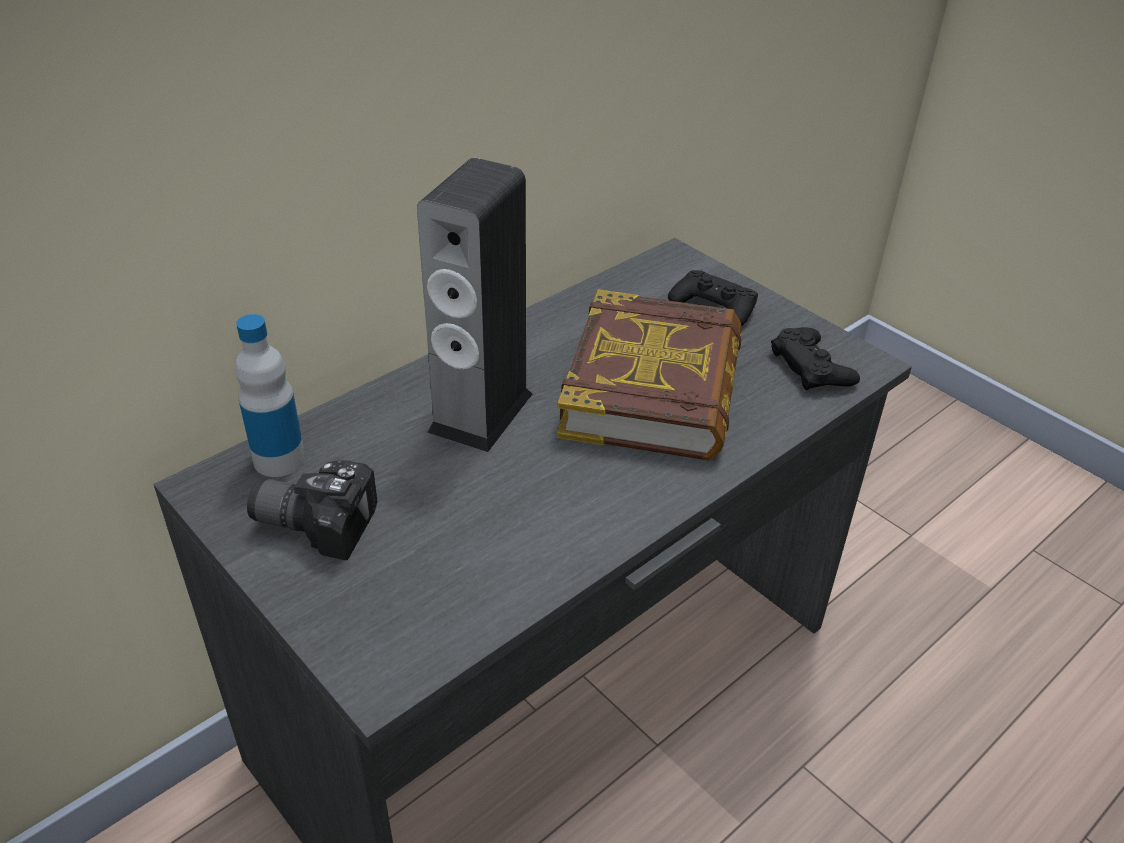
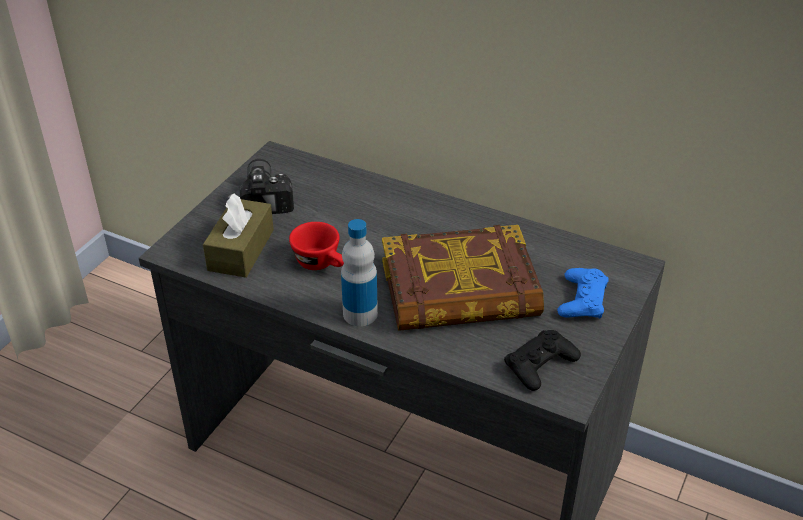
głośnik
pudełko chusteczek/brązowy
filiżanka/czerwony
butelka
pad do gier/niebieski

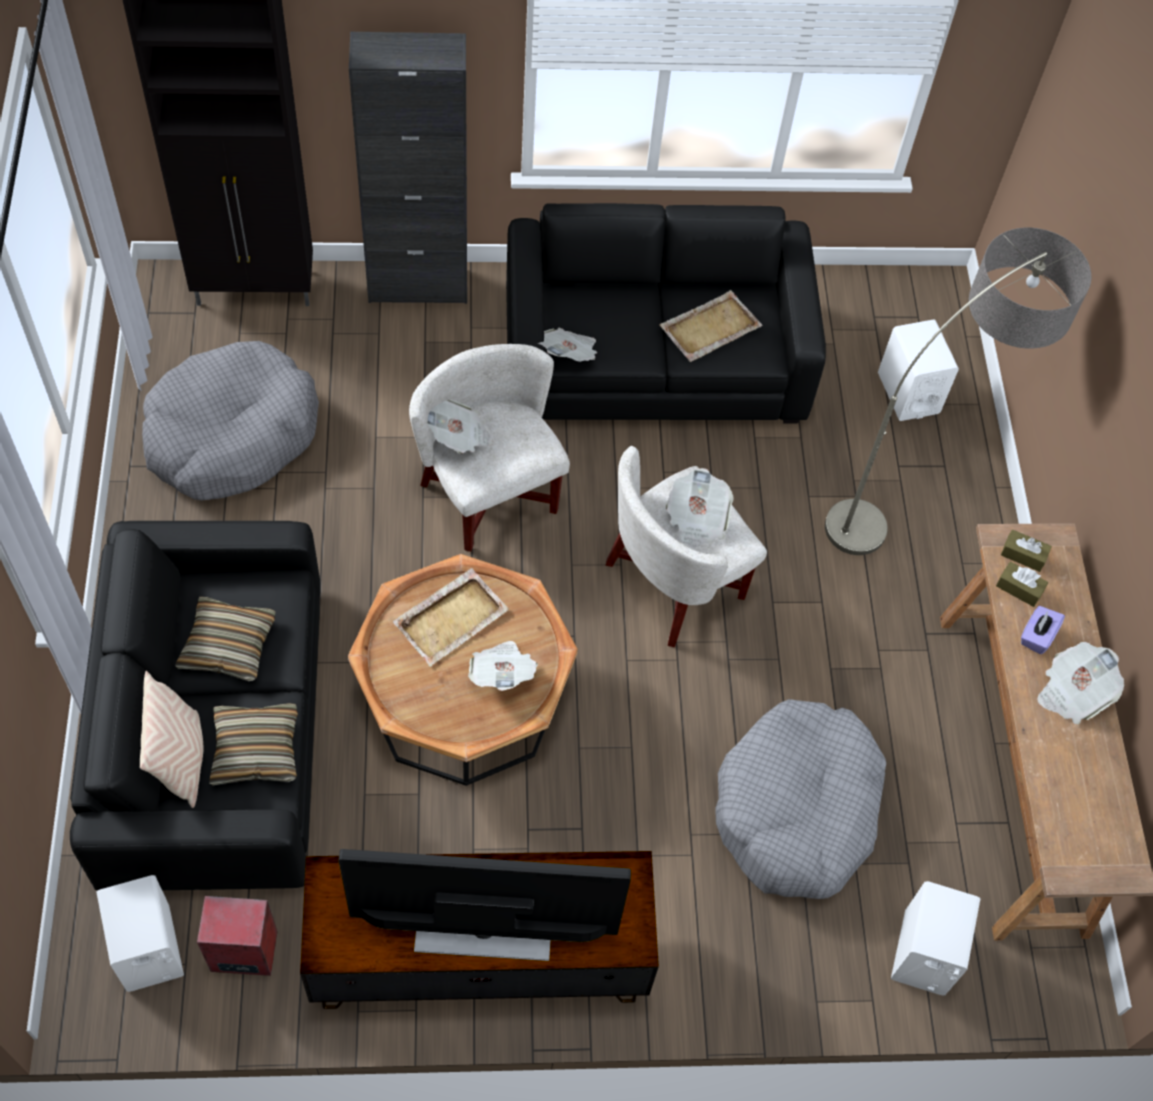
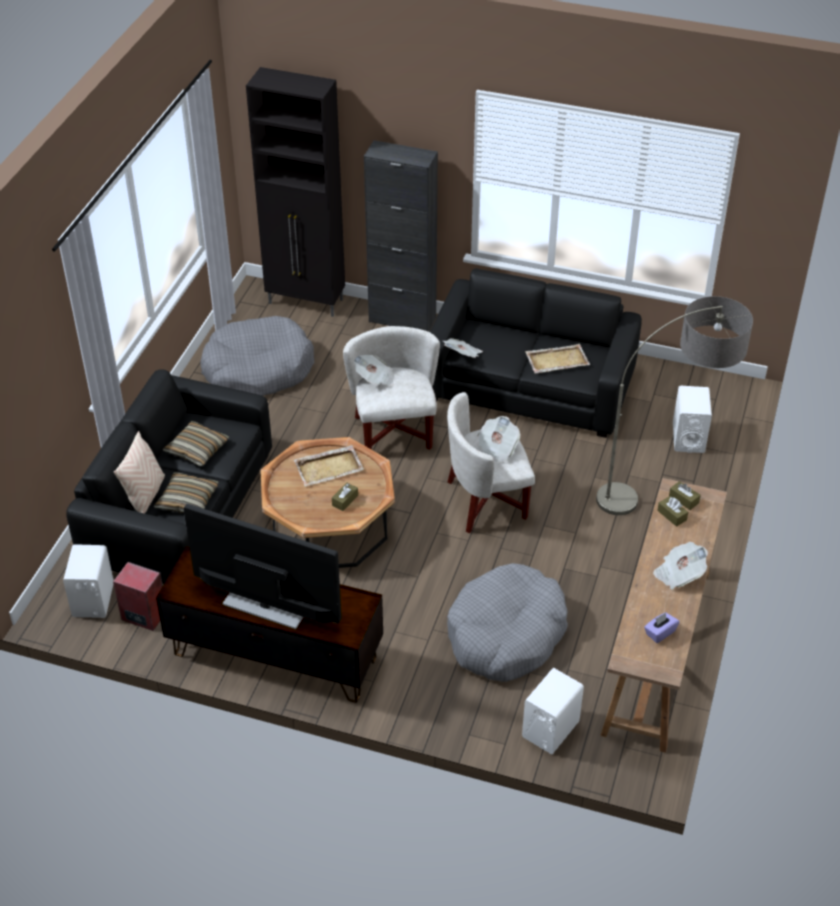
pudełko chusteczek/fioletowy
pudełko chusteczek/brązowy (no. 1 from left)

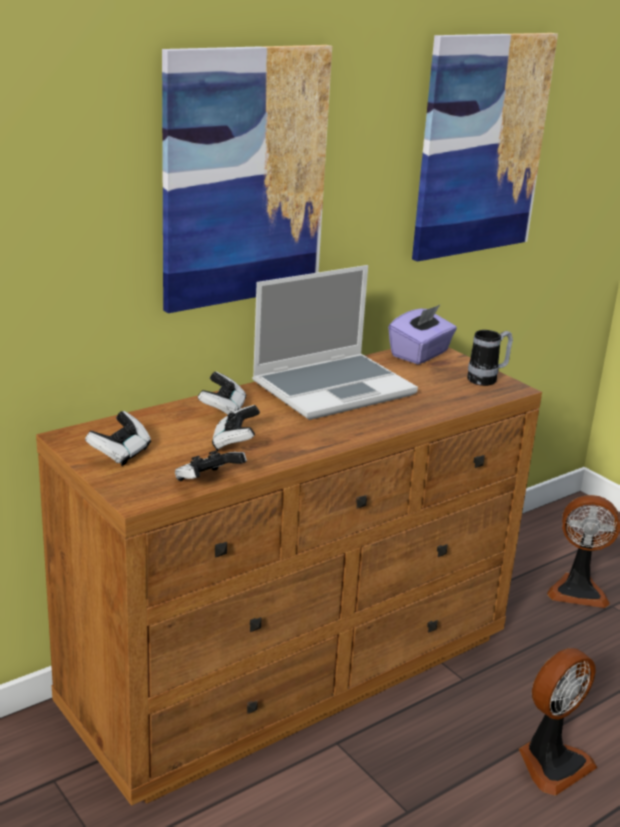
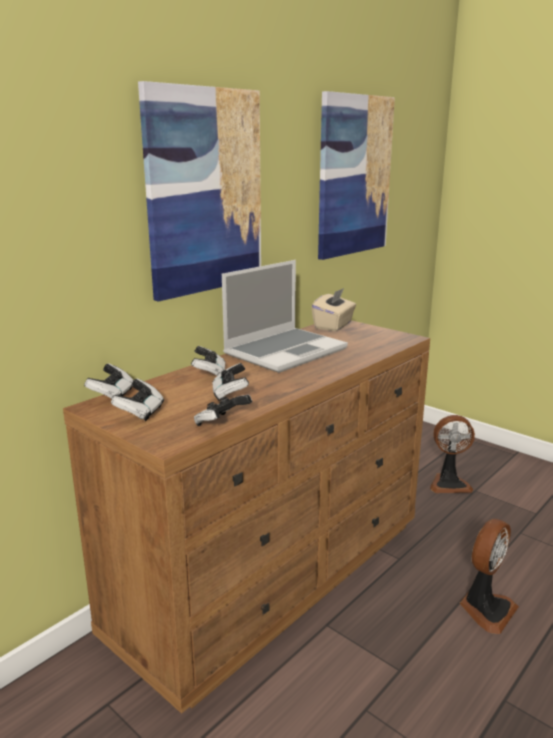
kubek
pad do gier (no. 1 from left)
pudełko chusteczek/beżowy

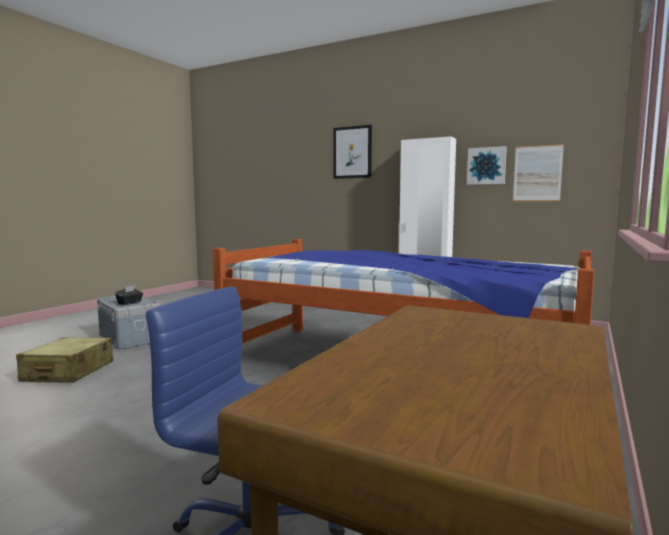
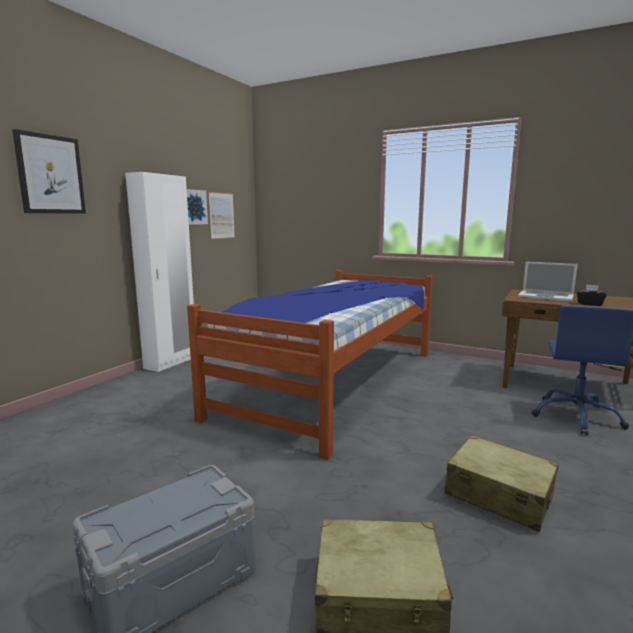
walizka/beżowy (no. 2 from left)
laptop
pudełko chusteczek/czarny

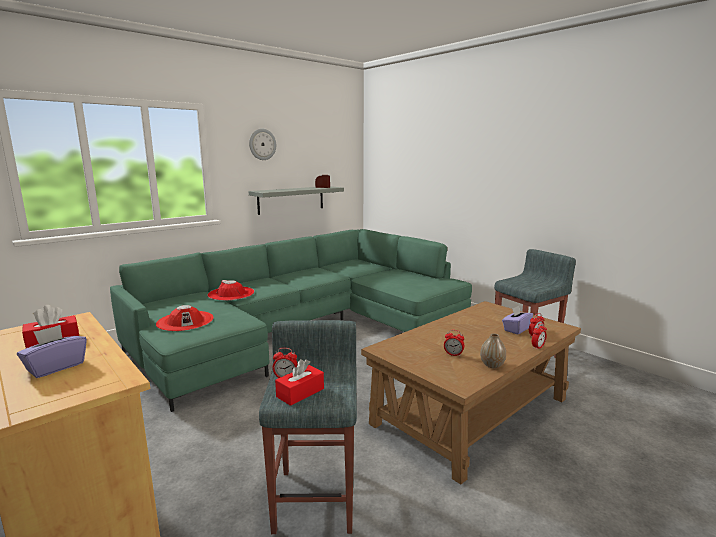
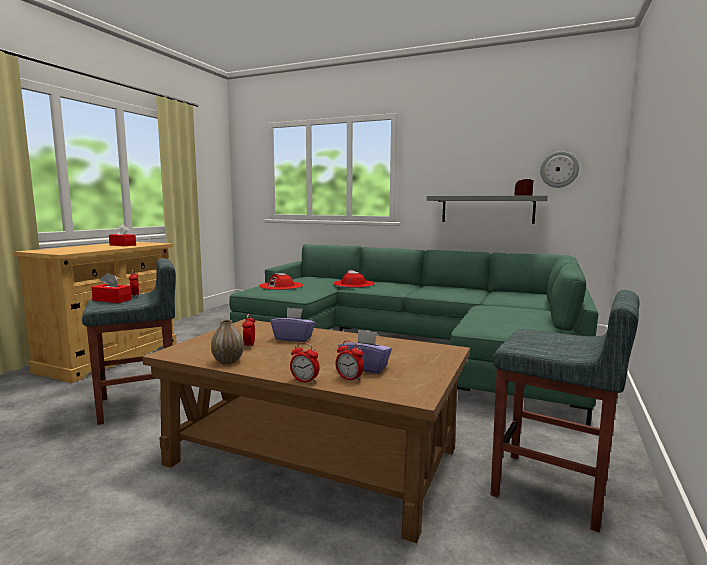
pudełko chusteczek/fioletowy (no. 1 from left)
zegar ścienny

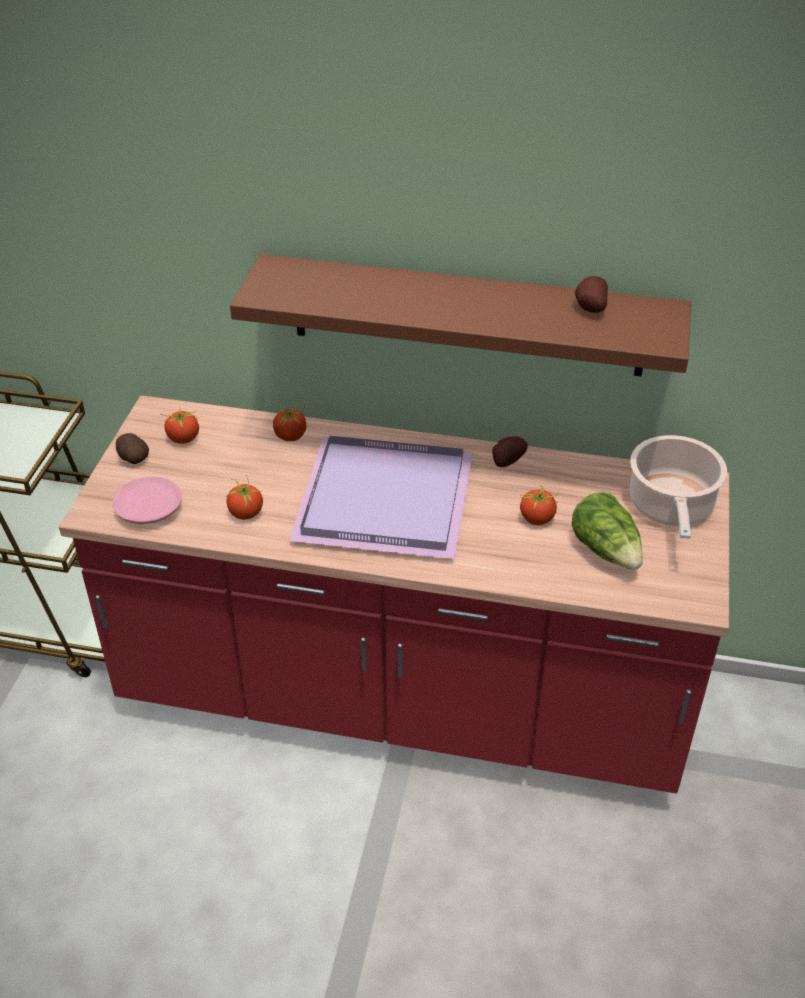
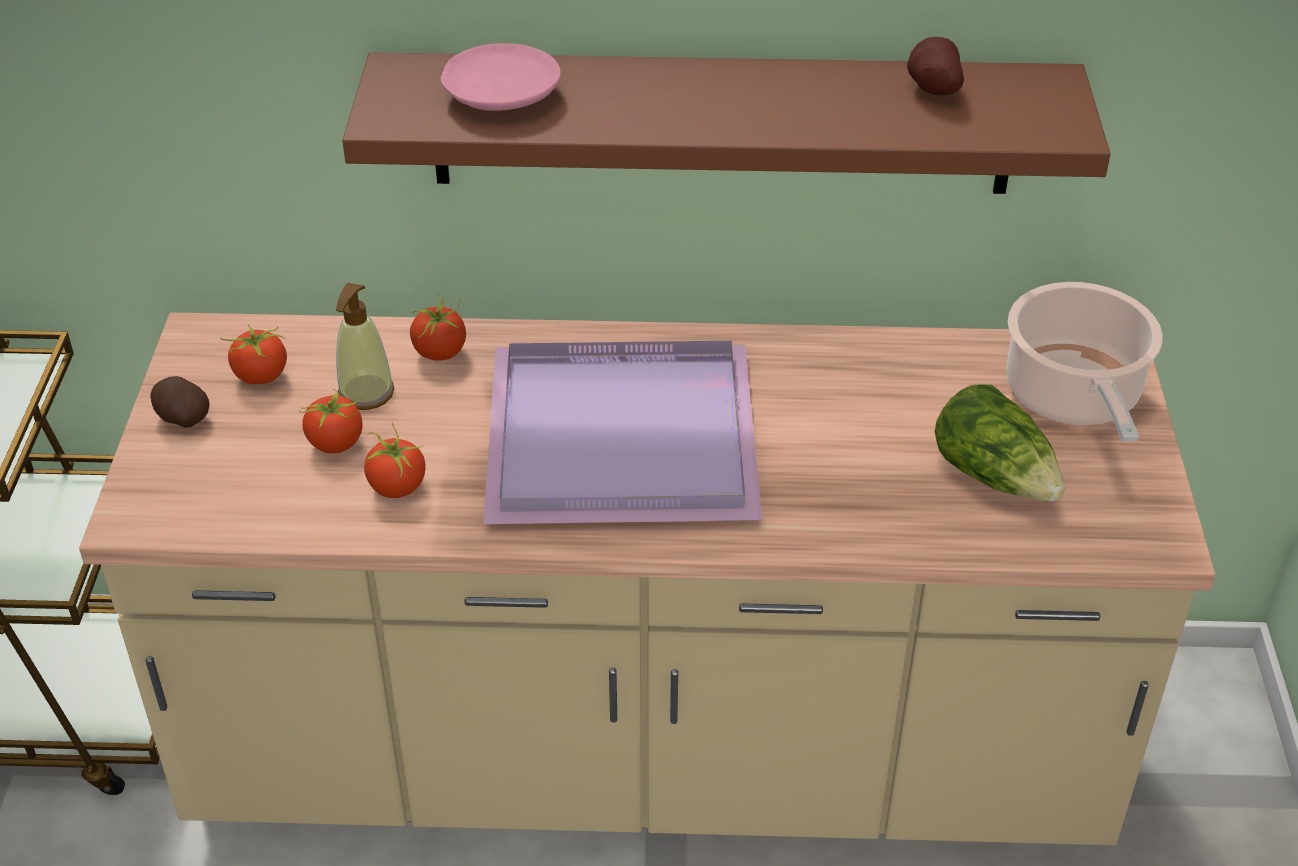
ziemniak (no. 2 from left in the first image)
dozownik mydła
talerz/różowy
pomidor (no. 2 from left)
zabudowa kuchenna/beżowy

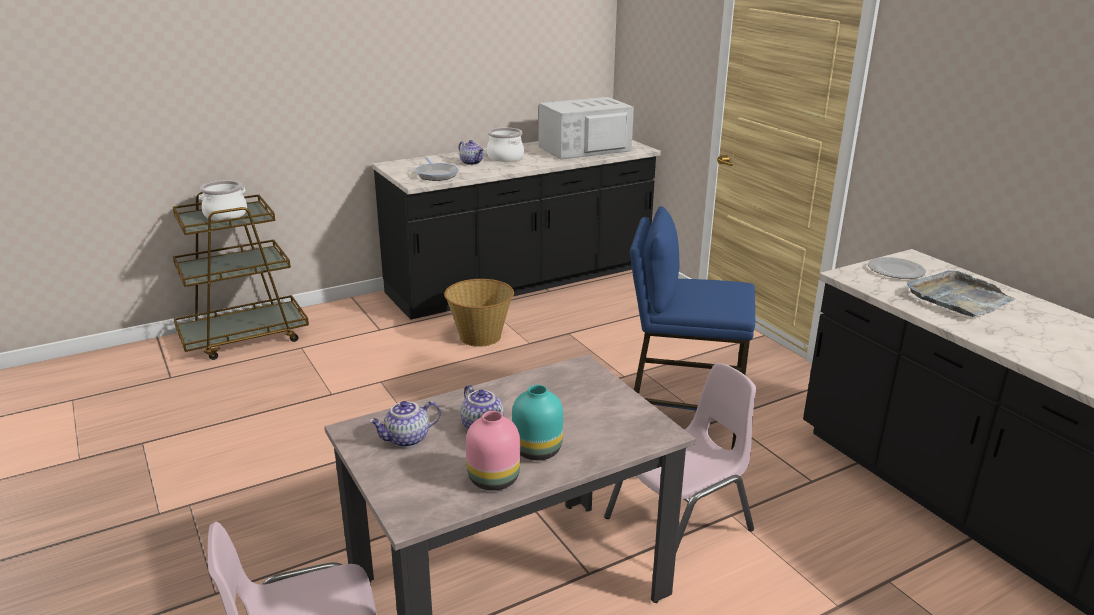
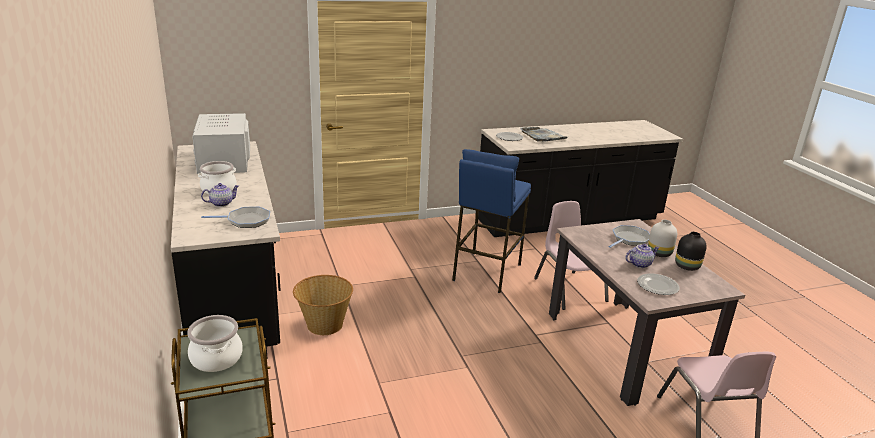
patelnia (no. 2 from left)
talerz (no. 2 from left)
wazon/czarny
wazon/biały

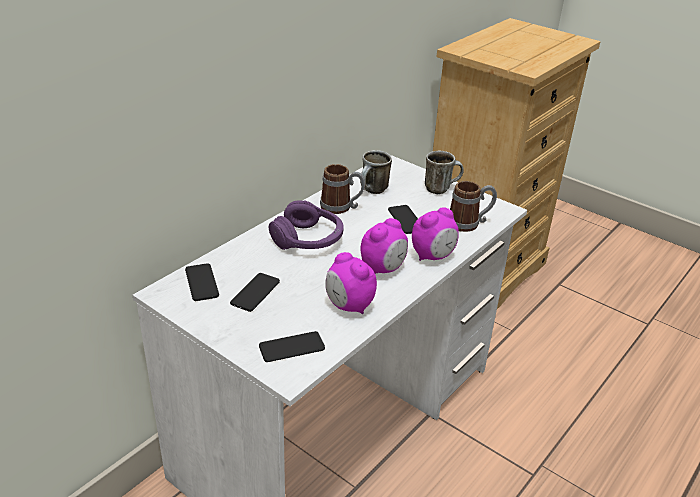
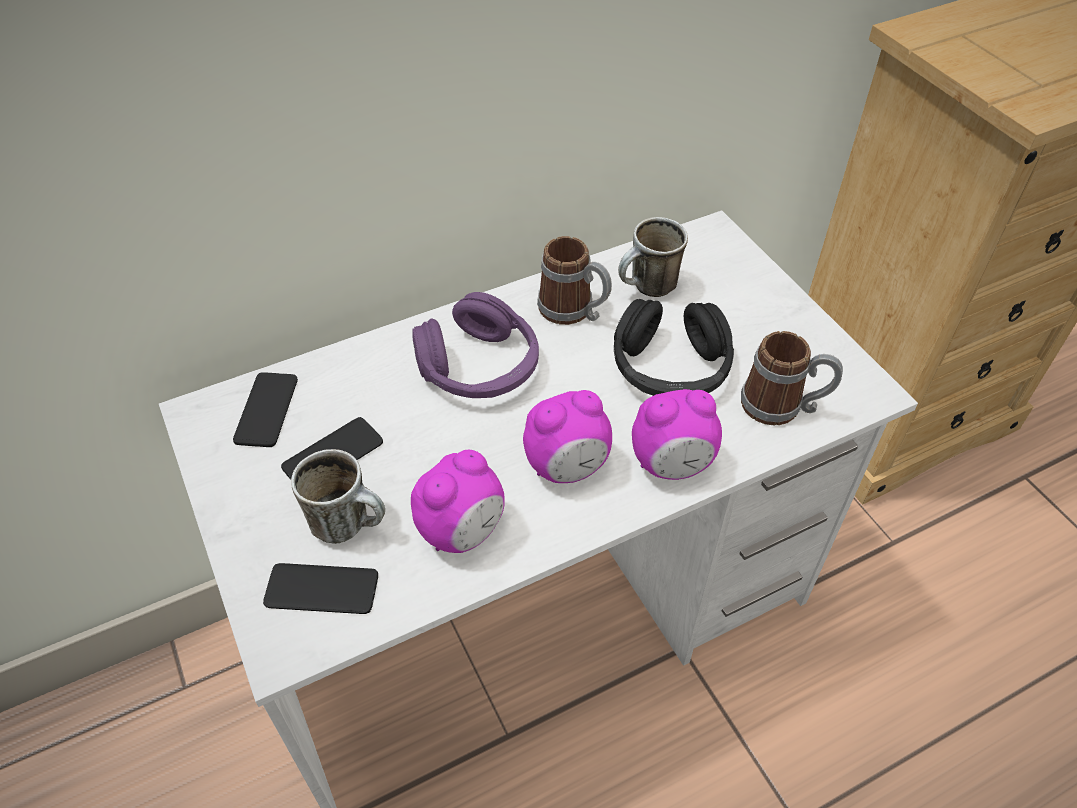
kubek (no. 1 from left)
słuchawki/czarny
budzik (no. 1 from left)

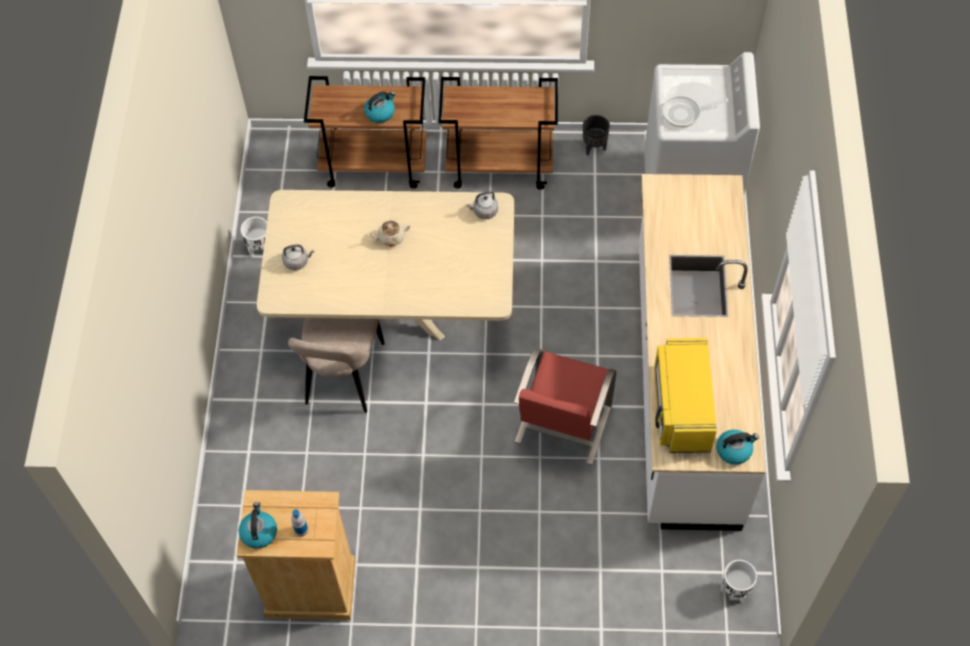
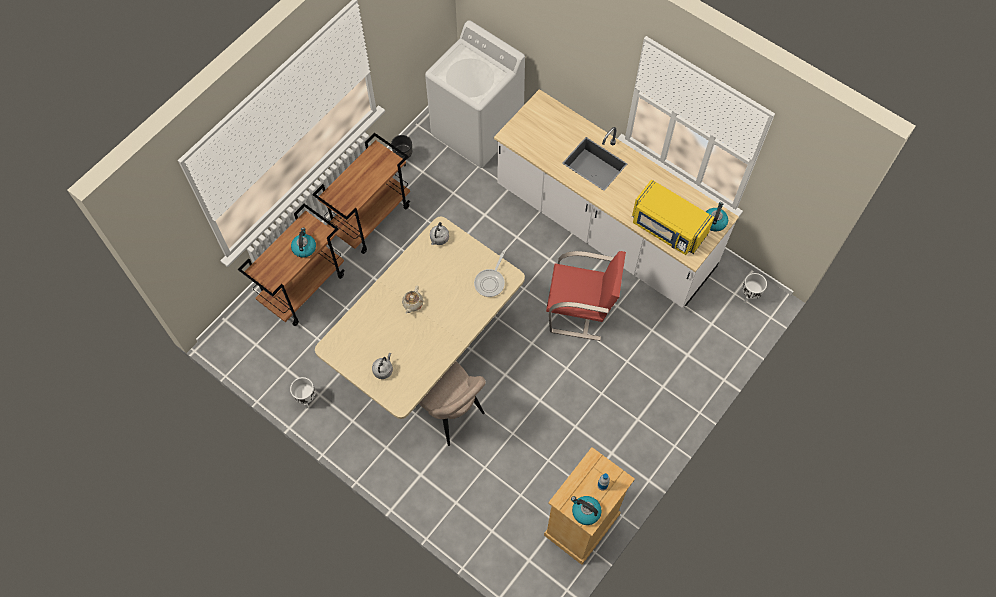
patelnia
krzesło/czerwony

